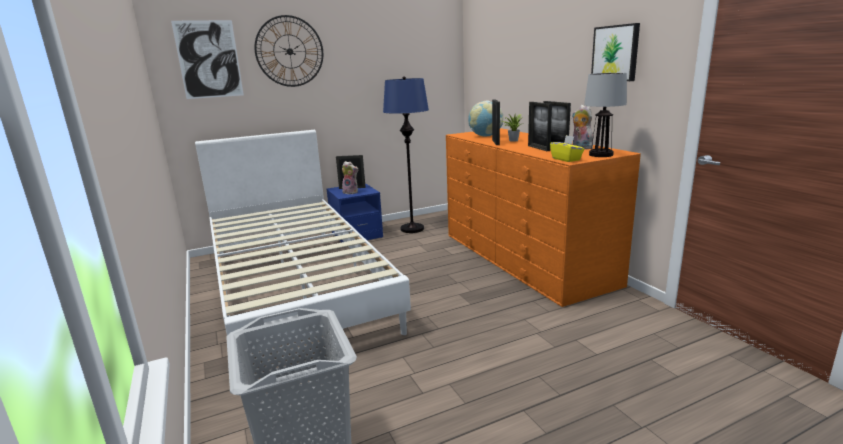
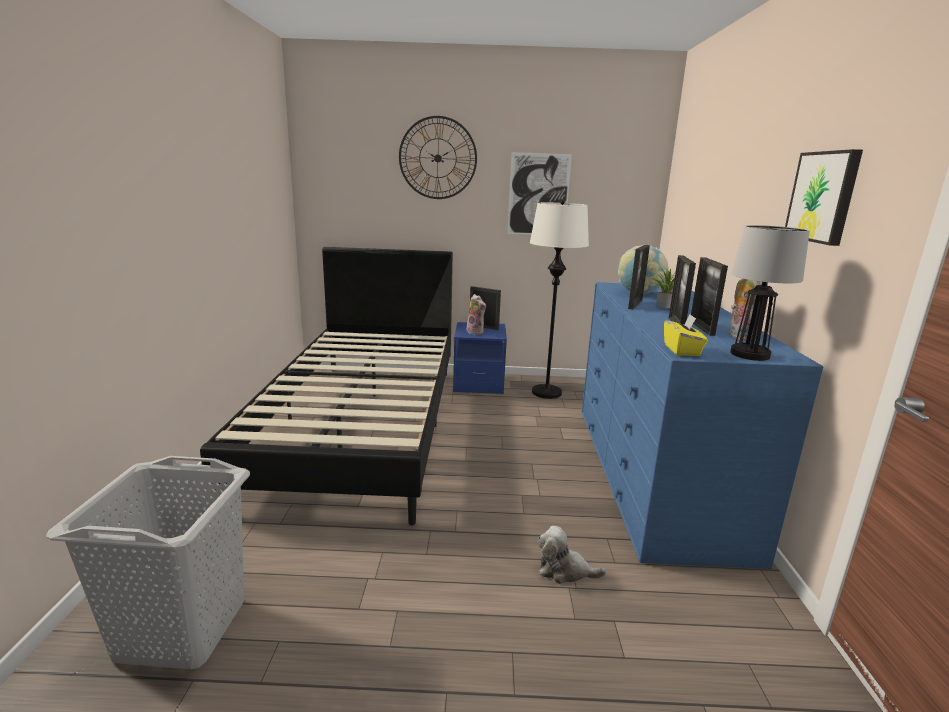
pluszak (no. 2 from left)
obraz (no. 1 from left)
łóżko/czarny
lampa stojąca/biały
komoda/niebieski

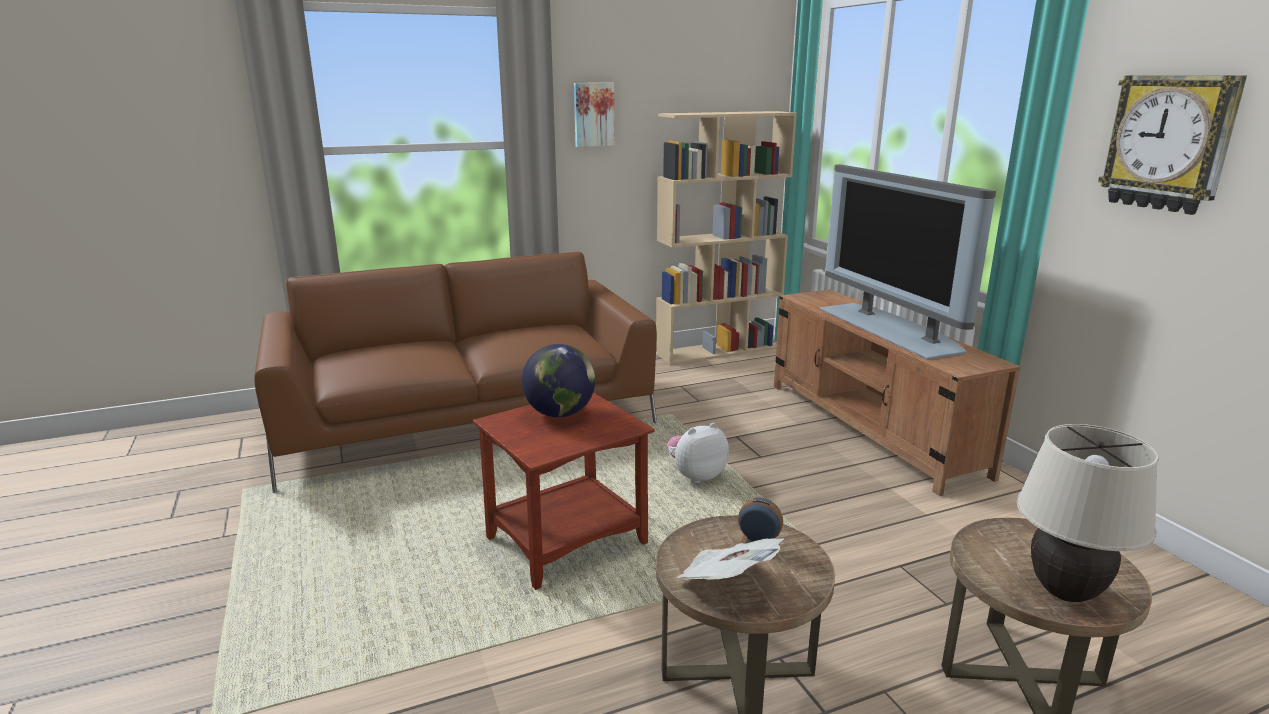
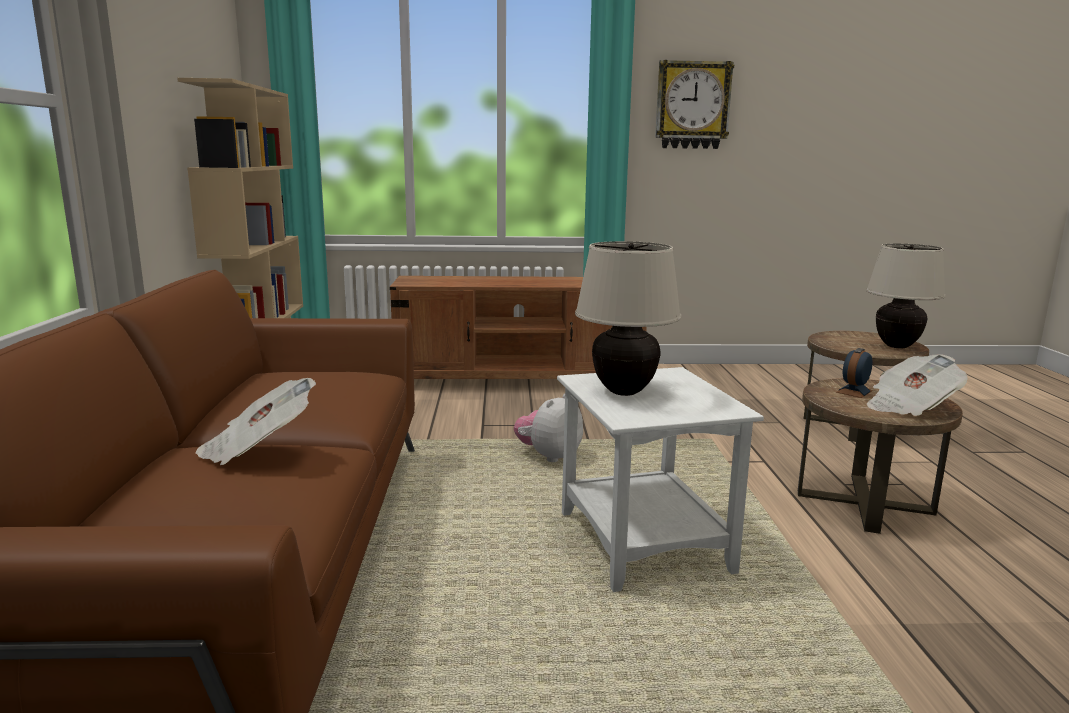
obraz
telewizor
gazeta (no. 1 from left)
lampa stołowa/beżowy (no. 1 from left)
stolik/biały
pluszak

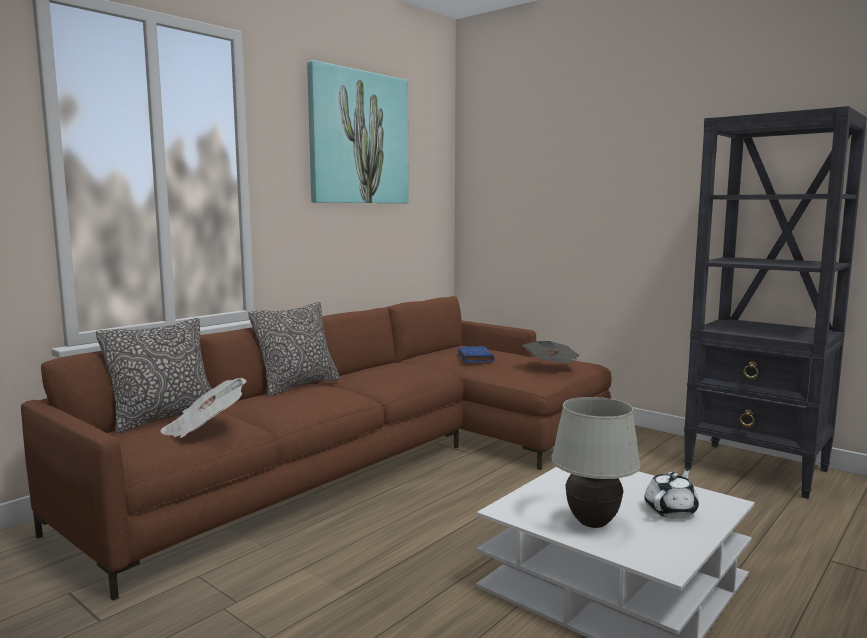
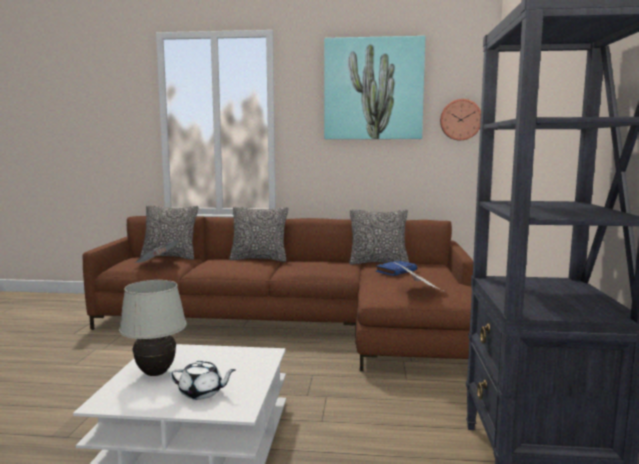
poduszka (no. 3 from left)
zegar ścienny

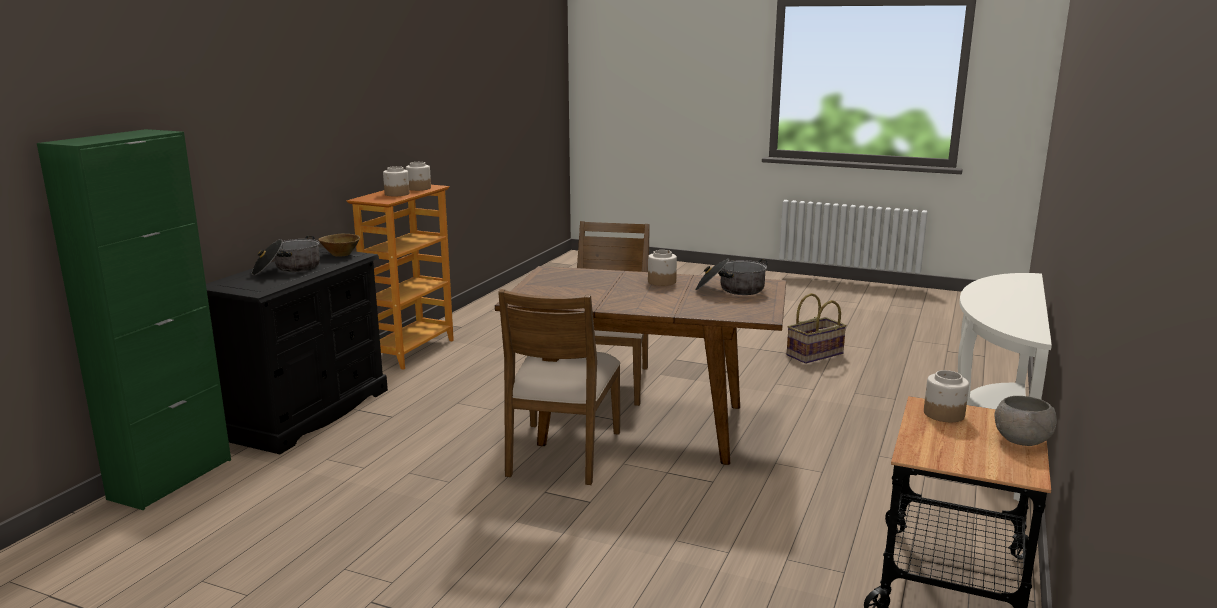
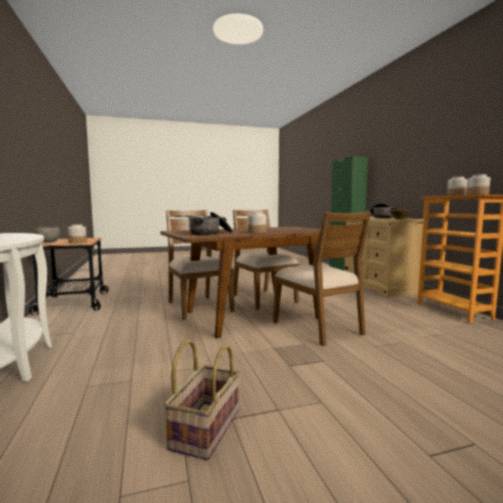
krzesło/brązowy (no. 1 from left)
komoda/beżowy

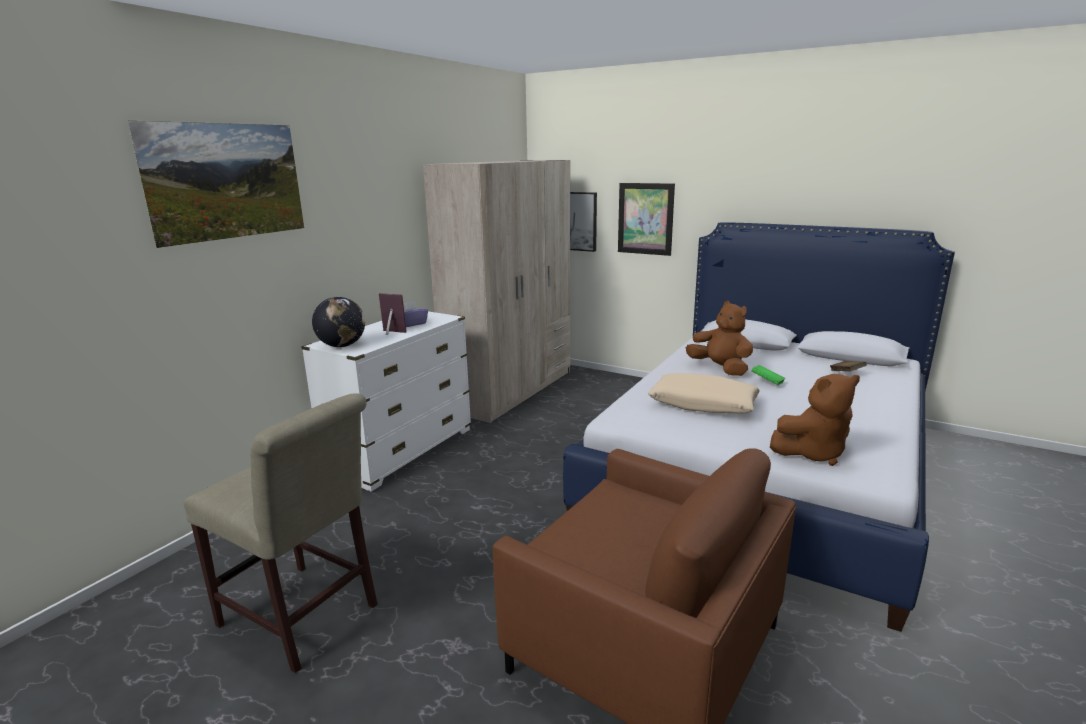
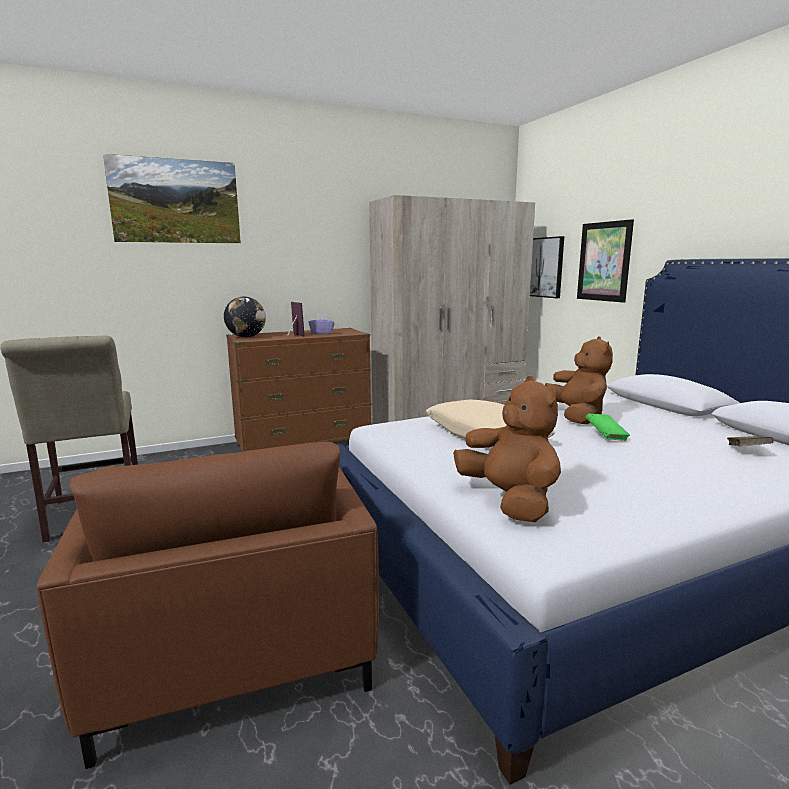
komoda/brązowy
pluszak/brązowy (no. 1 from left)

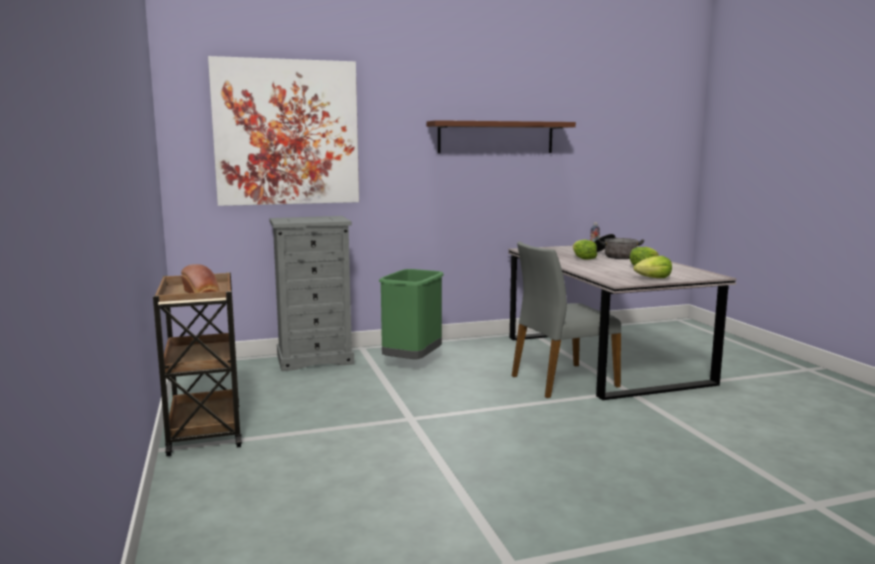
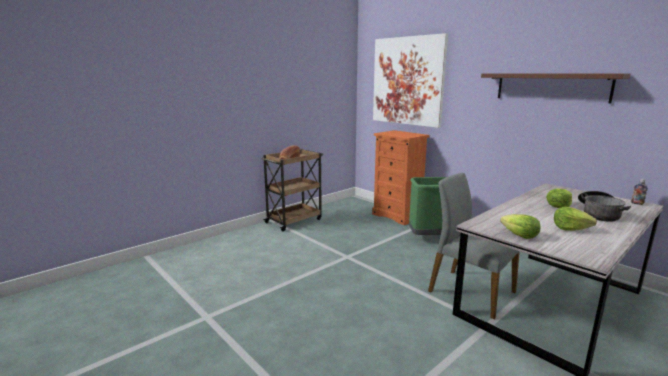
komoda/pomarańczowy

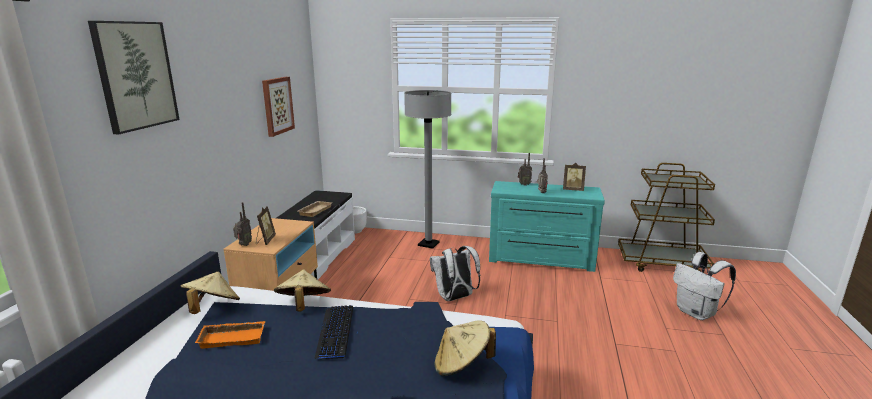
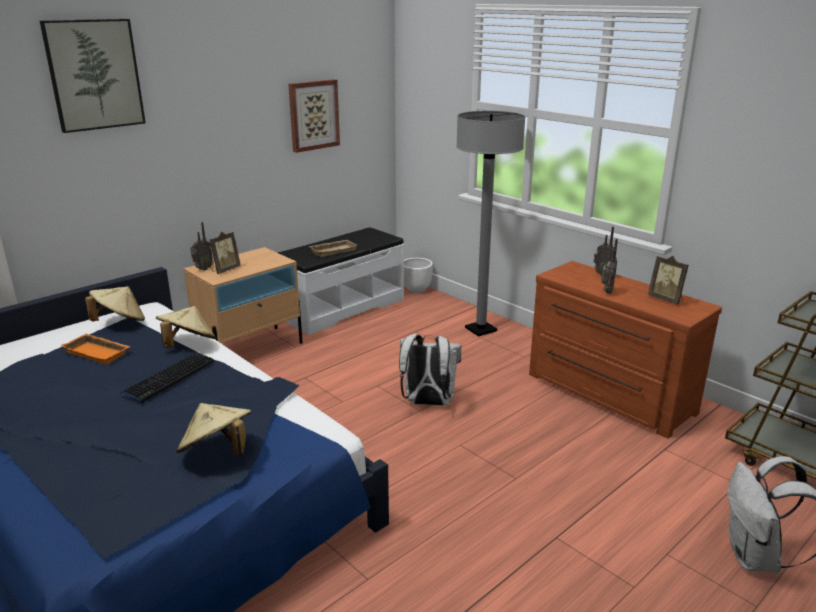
komoda/brązowy

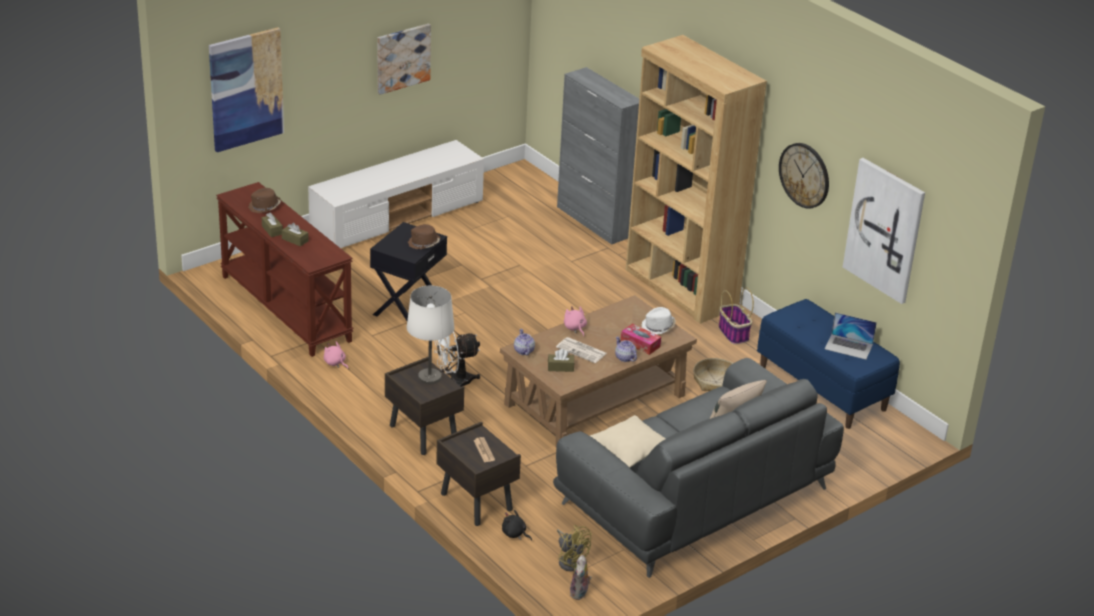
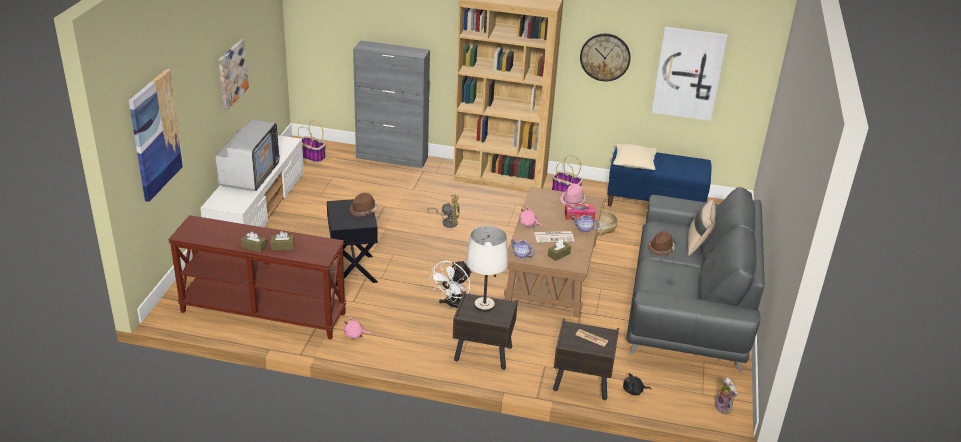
laptop
telewizor
koszyk (no. 1 from left)
kapelusz/brązowy (no. 2 from left)
wentylator/żółty
poduszka/beżowy (no. 1 from left)
kapelusz/różowy

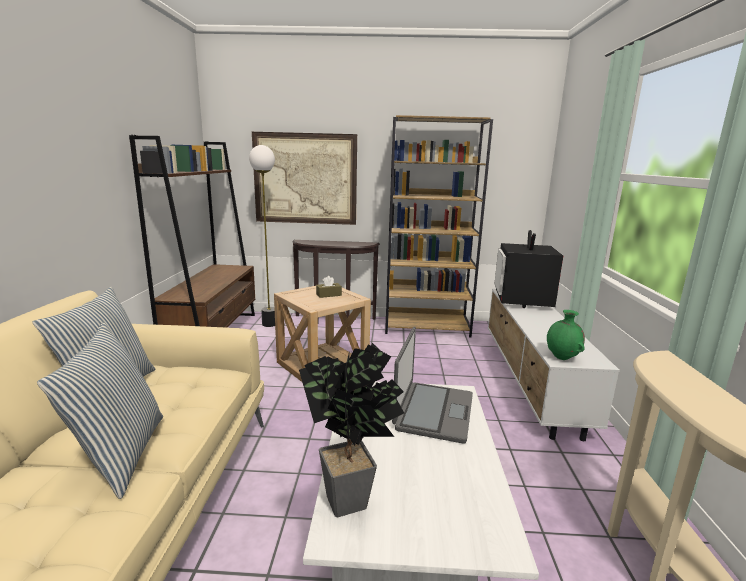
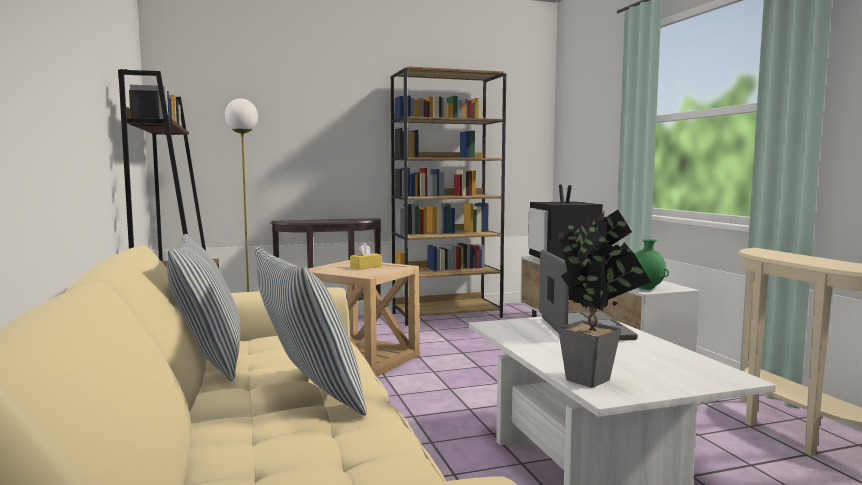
obraz
pudełko chusteczek/żółty

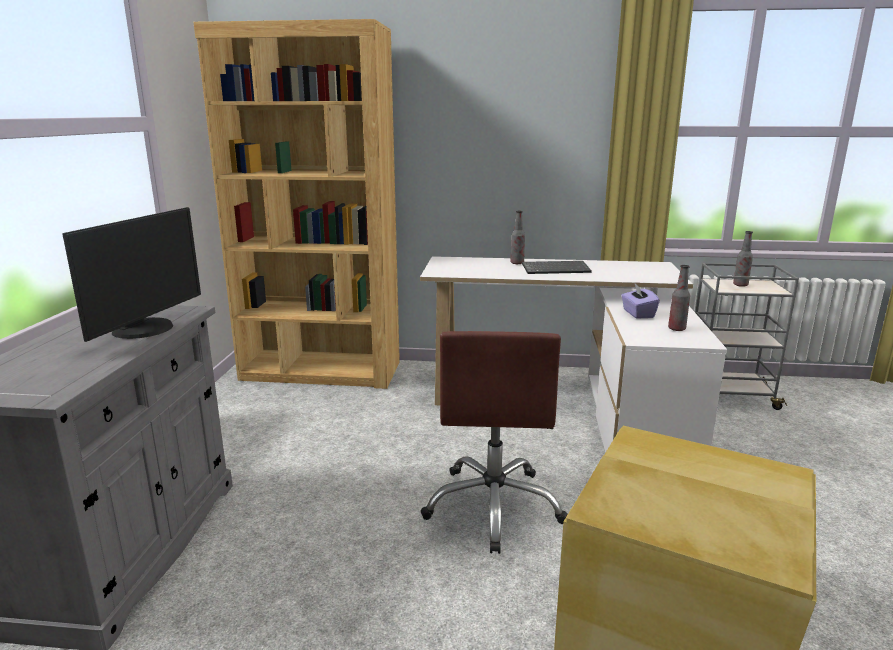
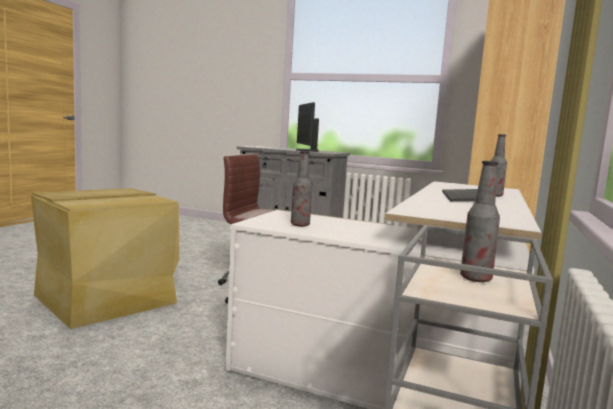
pudełko chusteczek/fioletowy
monitor

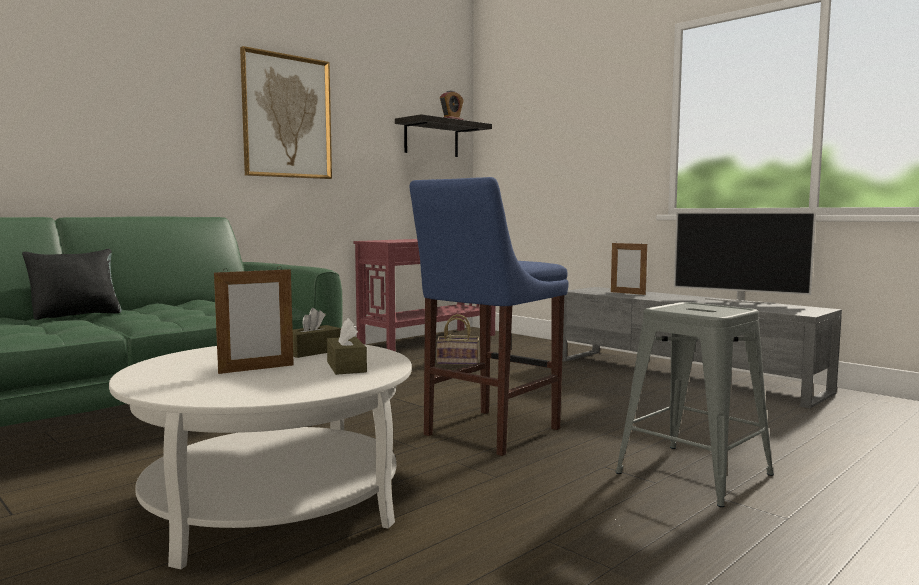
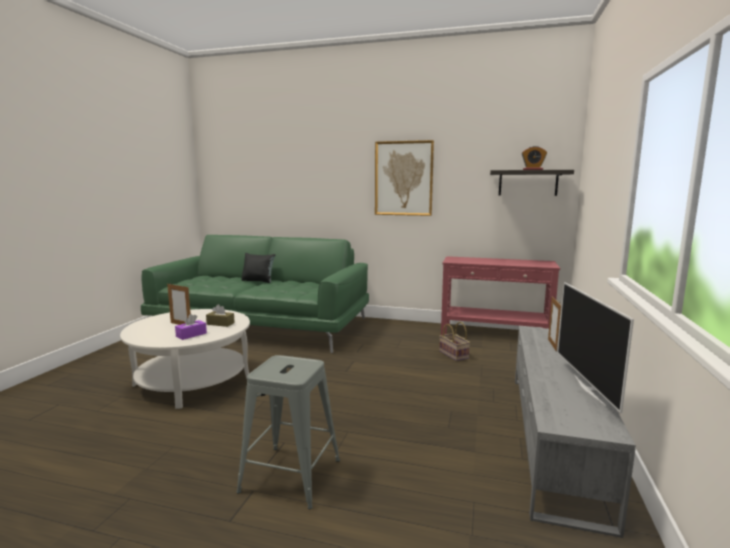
stołek/niebieski
pudełko chusteczek/fioletowy

